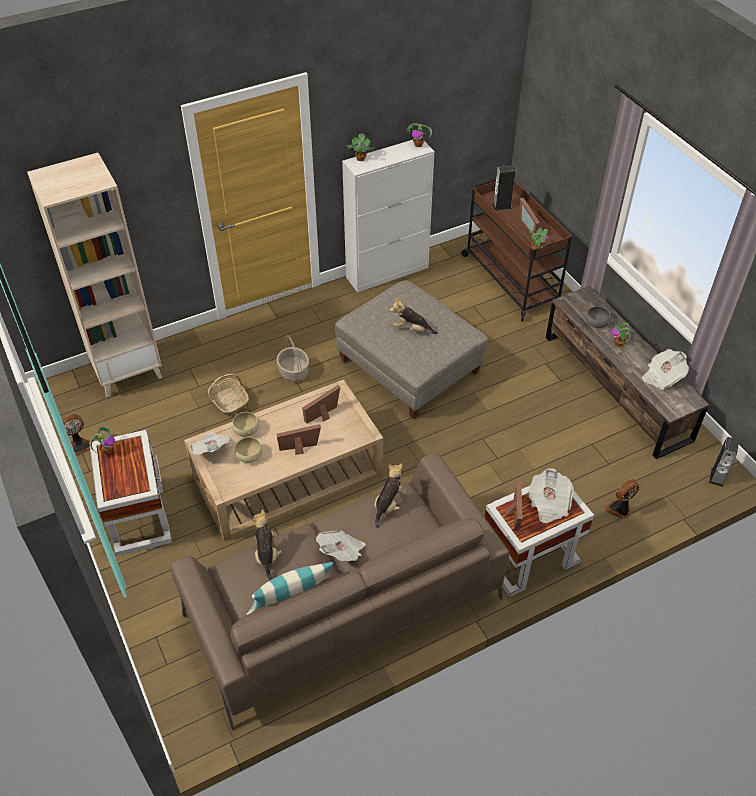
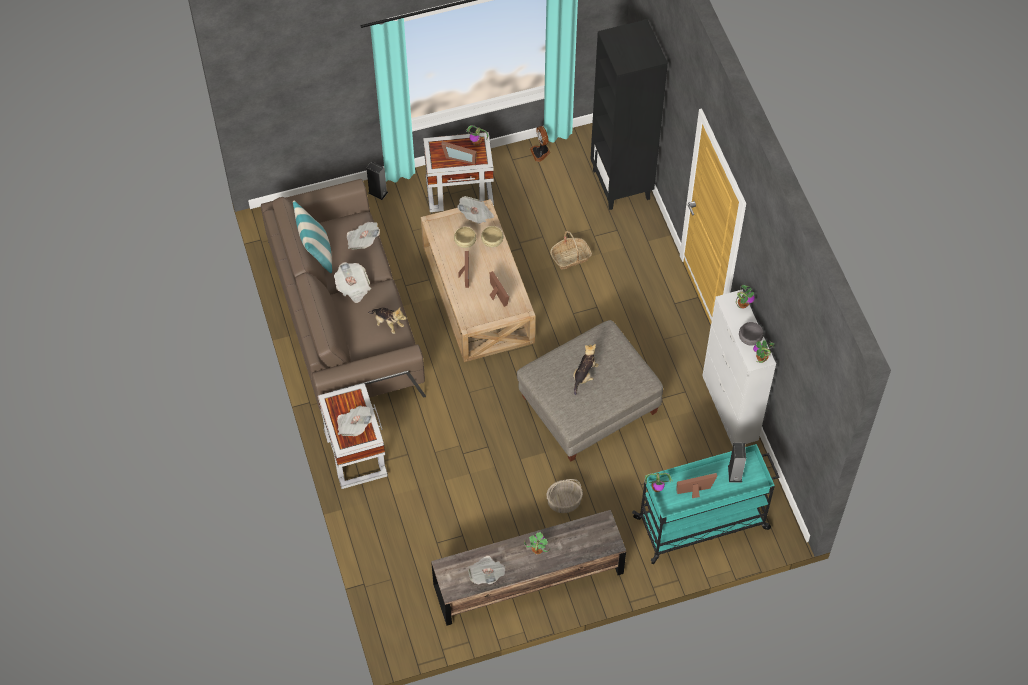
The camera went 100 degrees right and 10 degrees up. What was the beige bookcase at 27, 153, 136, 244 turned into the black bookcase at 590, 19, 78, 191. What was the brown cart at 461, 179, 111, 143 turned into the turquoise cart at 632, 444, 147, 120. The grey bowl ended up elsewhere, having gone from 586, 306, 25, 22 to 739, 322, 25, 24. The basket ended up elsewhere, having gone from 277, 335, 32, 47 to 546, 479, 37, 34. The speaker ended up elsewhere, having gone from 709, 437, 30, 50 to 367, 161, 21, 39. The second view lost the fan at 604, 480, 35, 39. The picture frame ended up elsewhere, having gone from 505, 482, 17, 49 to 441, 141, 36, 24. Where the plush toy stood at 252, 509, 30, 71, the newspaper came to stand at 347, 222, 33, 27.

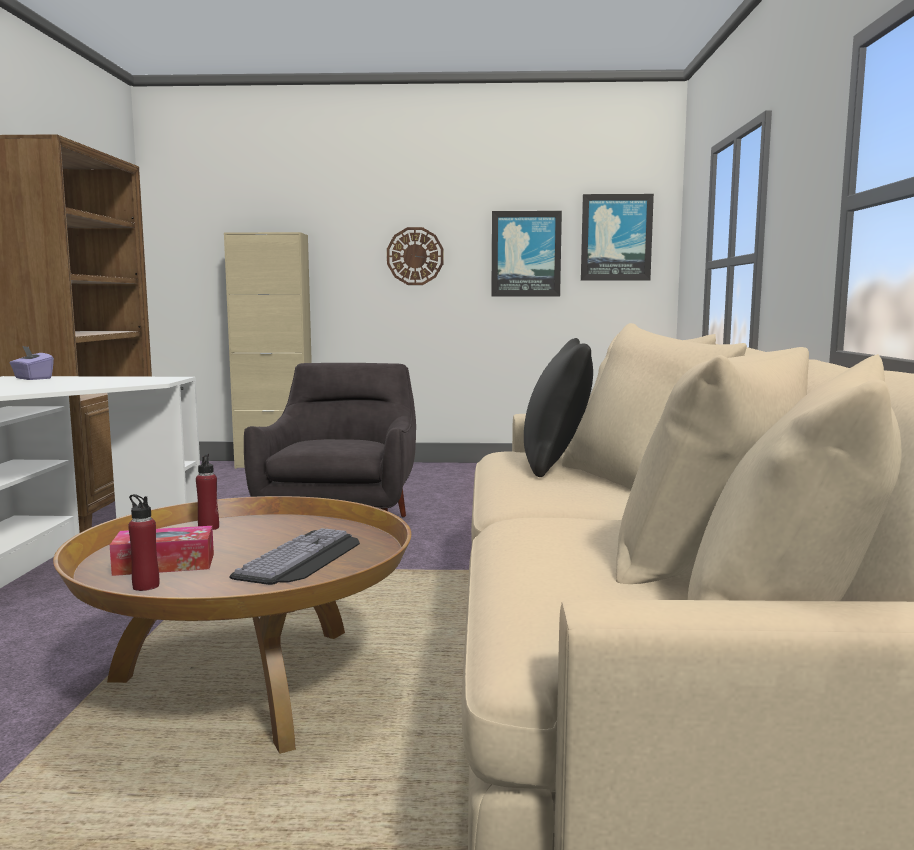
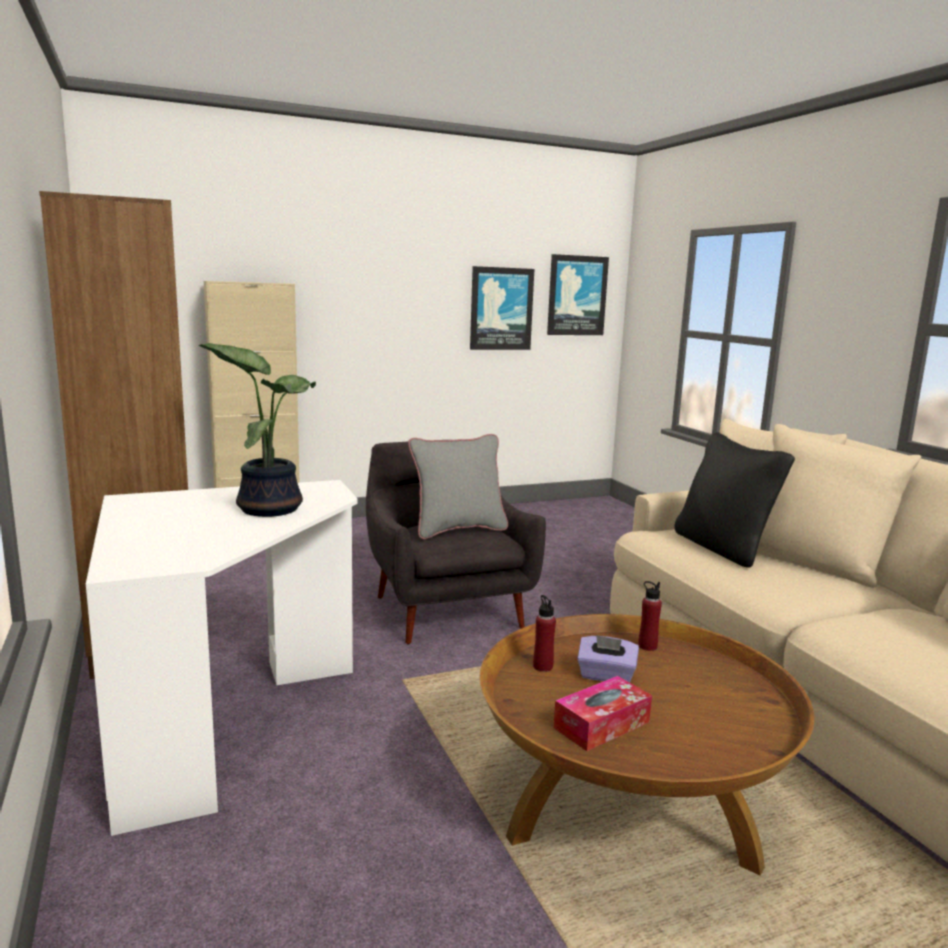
The camera went 25 degrees left and 5 degrees up. The second view lost the wall clock at 387, 227, 56, 58. The purple tissue box ended up elsewhere, having gone from 10, 346, 44, 34 to 577, 635, 62, 47. The red bottle ended up elsewhere, having gone from 128, 494, 31, 97 to 638, 581, 24, 70. The second view lost the keyboard at 229, 528, 131, 57. The second view gained the potted plant at 199, 343, 117, 174. The second view gained the grey pillow at 408, 434, 100, 105.

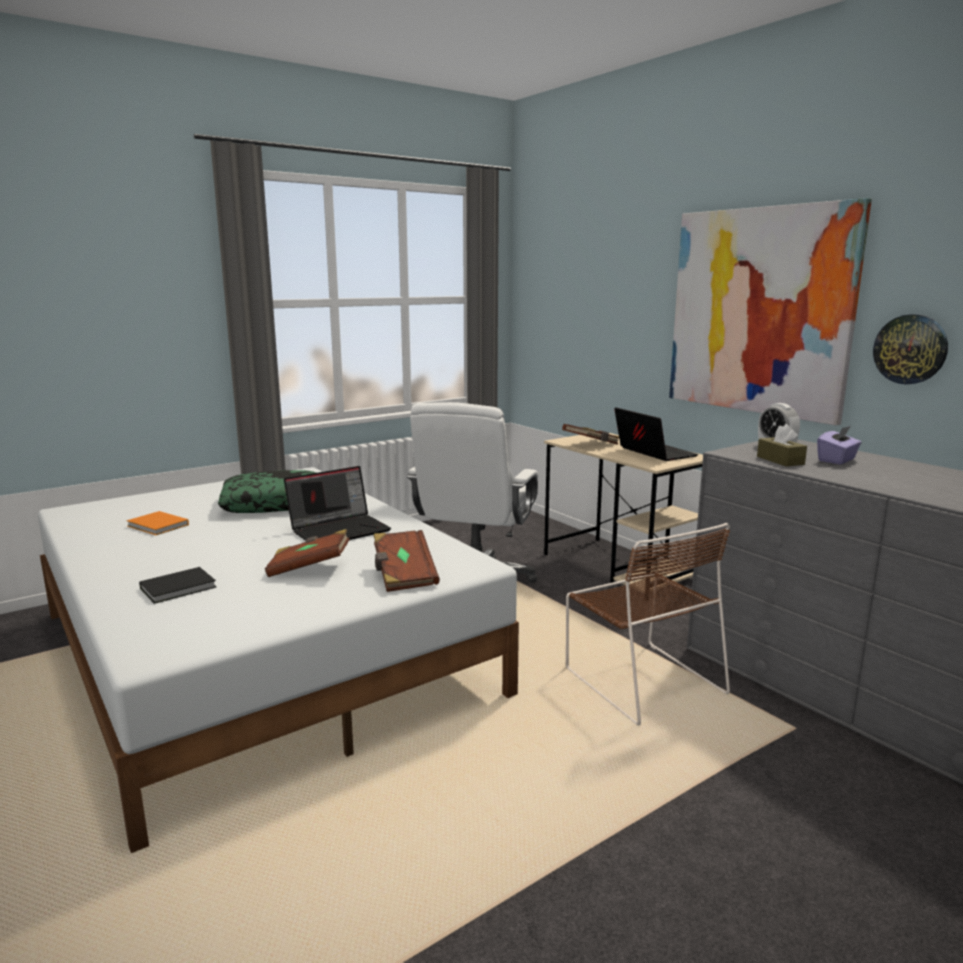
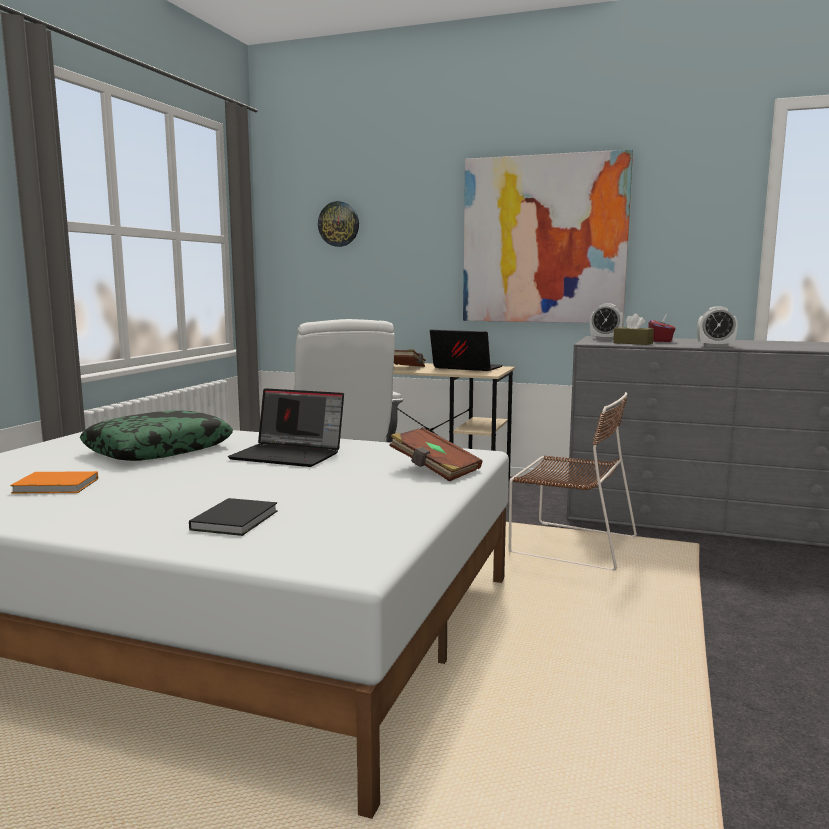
The camera went 35 degrees left and 5 degrees down. The wall clock ended up elsewhere, having gone from 873, 314, 75, 70 to 318, 201, 41, 46. What was the purple tissue box at 817, 426, 45, 38 turned into the red tissue box at 648, 314, 27, 28. The laptop at 284, 466, 107, 75 ended up facing another way, 90 degrees clockwise from before. The second view lost the brown book at 265, 529, 85, 48. The second view gained the alarm clock at 697, 306, 41, 41.

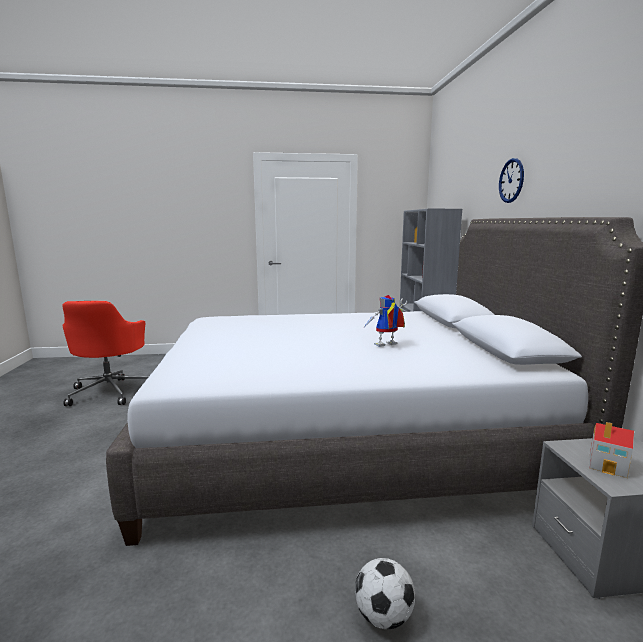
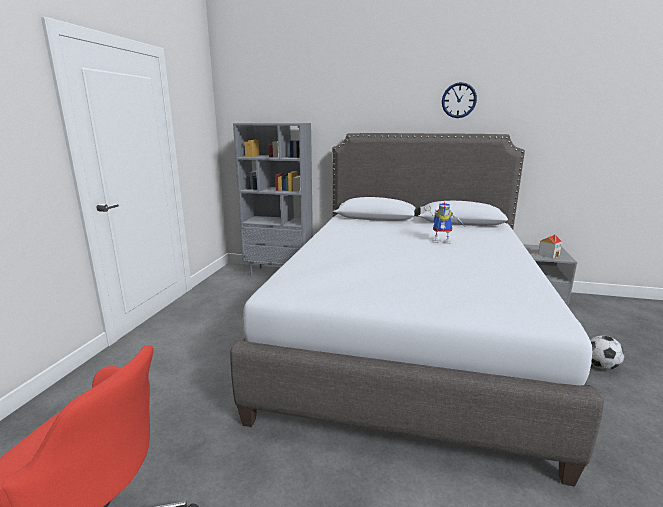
The camera went 70 degrees left and 5 degrees up. The wall clock ended up elsewhere, having gone from 499, 158, 25, 45 to 442, 82, 35, 36. The toy robot at 364, 295, 44, 52 ended up facing another way, 75 degrees counterclockwise from before.

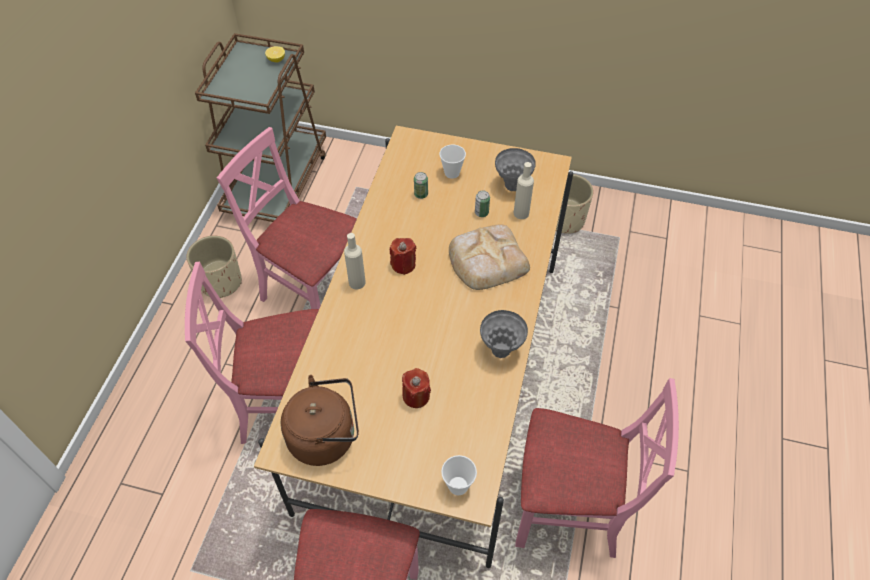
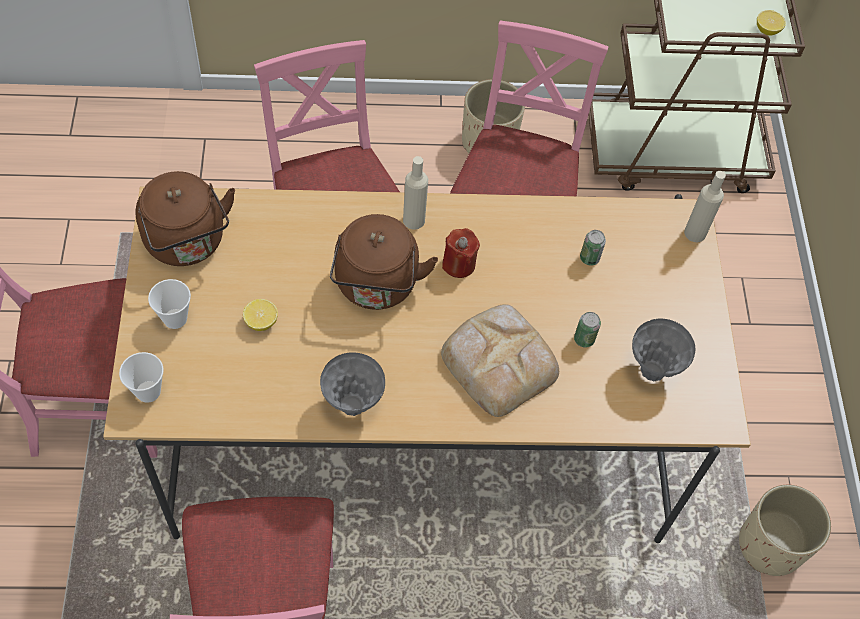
The camera went 70 degrees right and 5 degrees up. The cup ended up elsewhere, having gone from 439, 144, 27, 35 to 148, 279, 43, 50. The beige bottle ended up elsewhere, having gone from 514, 162, 20, 57 to 684, 171, 42, 71. Where the red candle stood at 402, 368, 29, 40, the lemon came to stand at 243, 299, 35, 32. The second view gained the brown kettle at 330, 214, 108, 96.

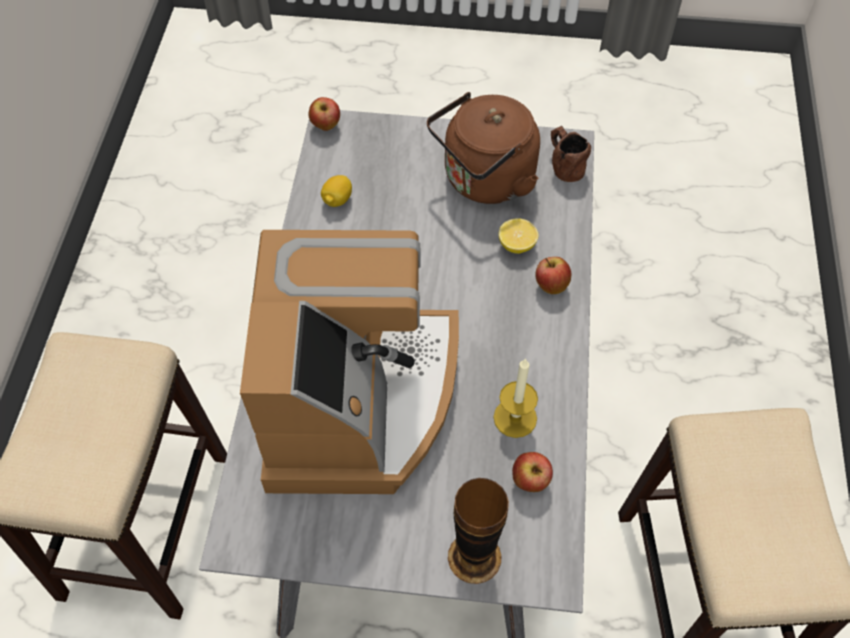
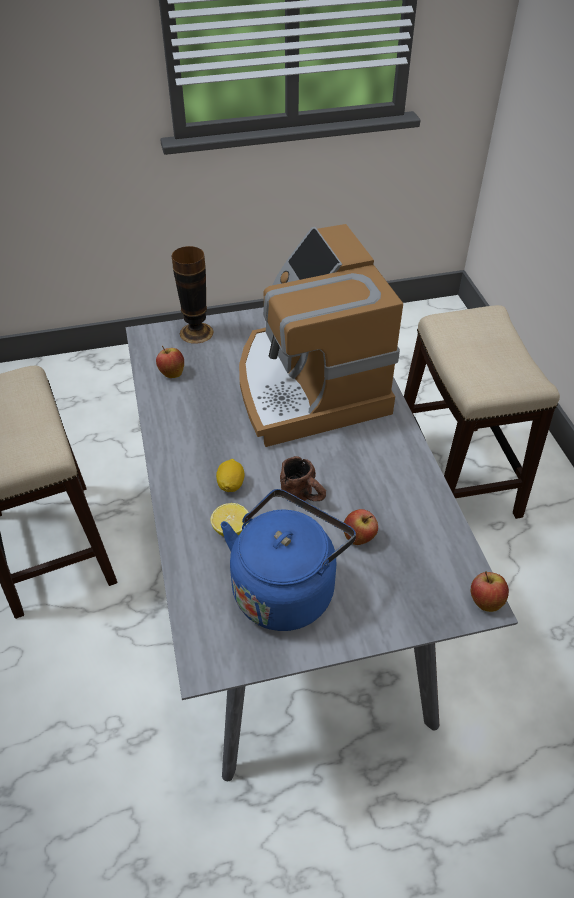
The camera went 160 degrees right and 10 degrees down. What was the brown kettle at 427, 92, 113, 112 turned into the blue kettle at 220, 489, 136, 142. The brown mug ended up elsewhere, having gone from 551, 126, 40, 56 to 280, 456, 46, 45. The lemon ended up elsewhere, having gone from 321, 175, 31, 32 to 216, 459, 28, 33. The apple ended up elsewhere, having gone from 536, 257, 35, 37 to 344, 509, 34, 36. The second view lost the candle at 494, 358, 44, 80.

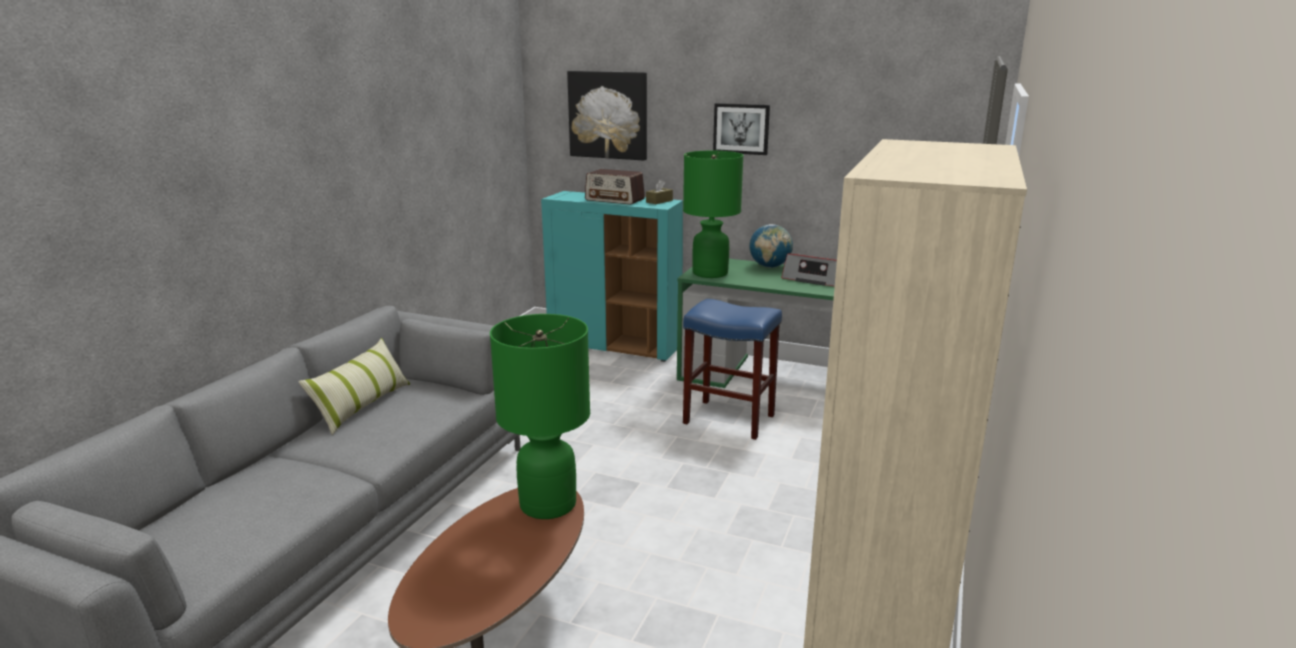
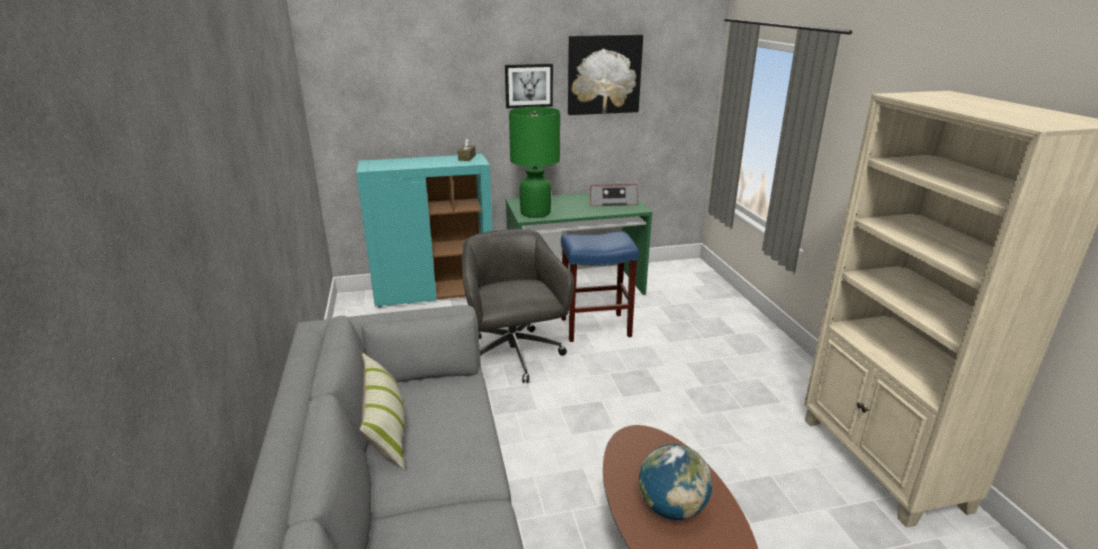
The camera went 35 degrees left and 5 degrees up. The picture ended up elsewhere, having gone from 567, 71, 80, 90 to 568, 34, 75, 81. The second view lost the radio at 585, 169, 60, 36. The globe ended up elsewhere, having gone from 749, 224, 44, 44 to 639, 444, 73, 76. The second view lost the green table lamp at 490, 314, 100, 205. The second view gained the grey office chair at 462, 229, 112, 154.

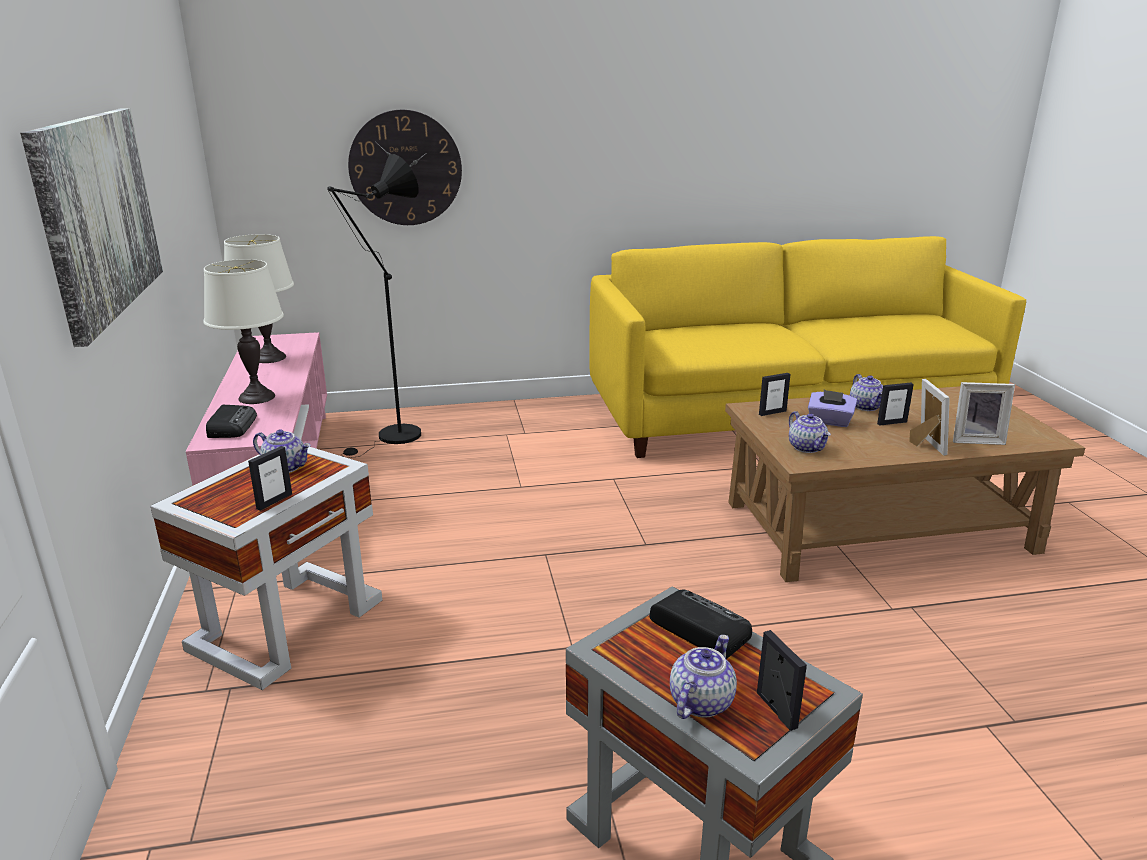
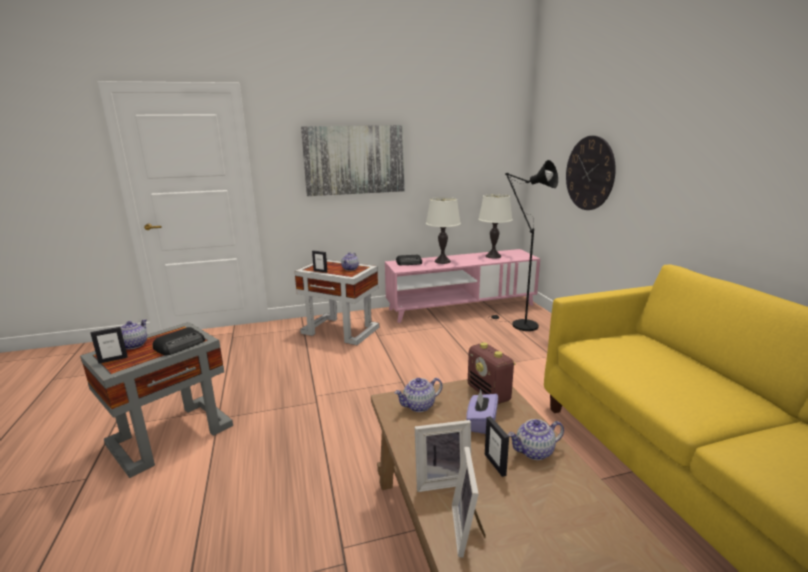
The camera went 85 degrees right and 5 degrees down. Where the picture frame stood at 759, 373, 31, 43, the radio came to stand at 468, 342, 48, 62. The teapot at 670, 635, 67, 84 ended up facing another way, 105 degrees counterclockwise from before.

